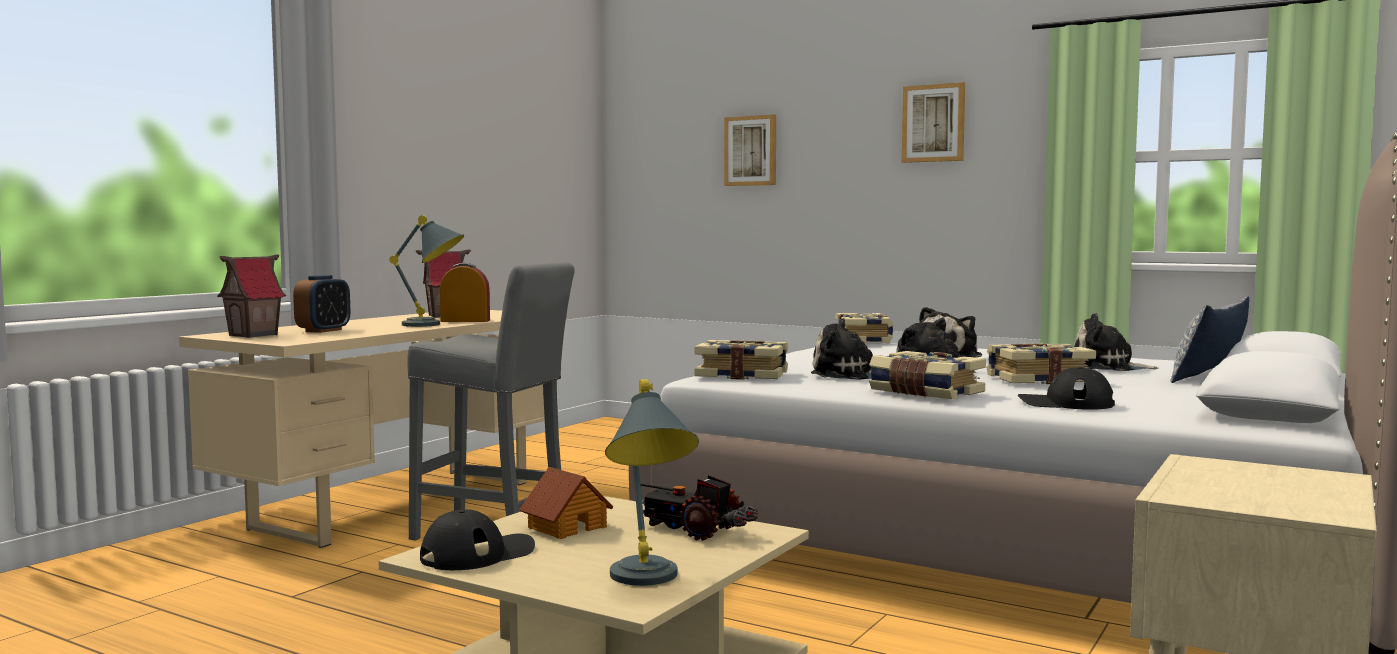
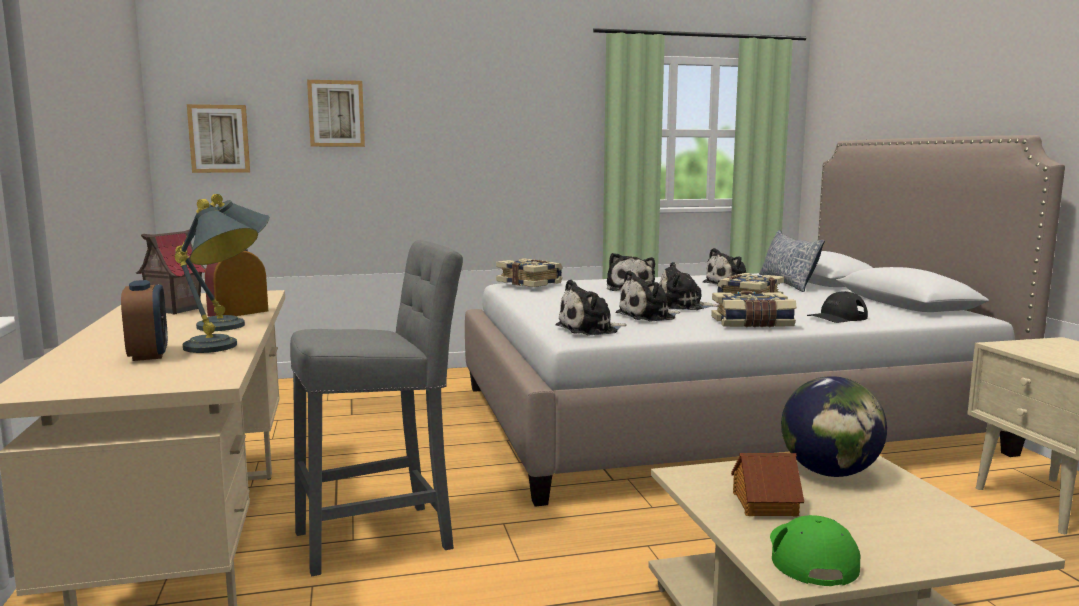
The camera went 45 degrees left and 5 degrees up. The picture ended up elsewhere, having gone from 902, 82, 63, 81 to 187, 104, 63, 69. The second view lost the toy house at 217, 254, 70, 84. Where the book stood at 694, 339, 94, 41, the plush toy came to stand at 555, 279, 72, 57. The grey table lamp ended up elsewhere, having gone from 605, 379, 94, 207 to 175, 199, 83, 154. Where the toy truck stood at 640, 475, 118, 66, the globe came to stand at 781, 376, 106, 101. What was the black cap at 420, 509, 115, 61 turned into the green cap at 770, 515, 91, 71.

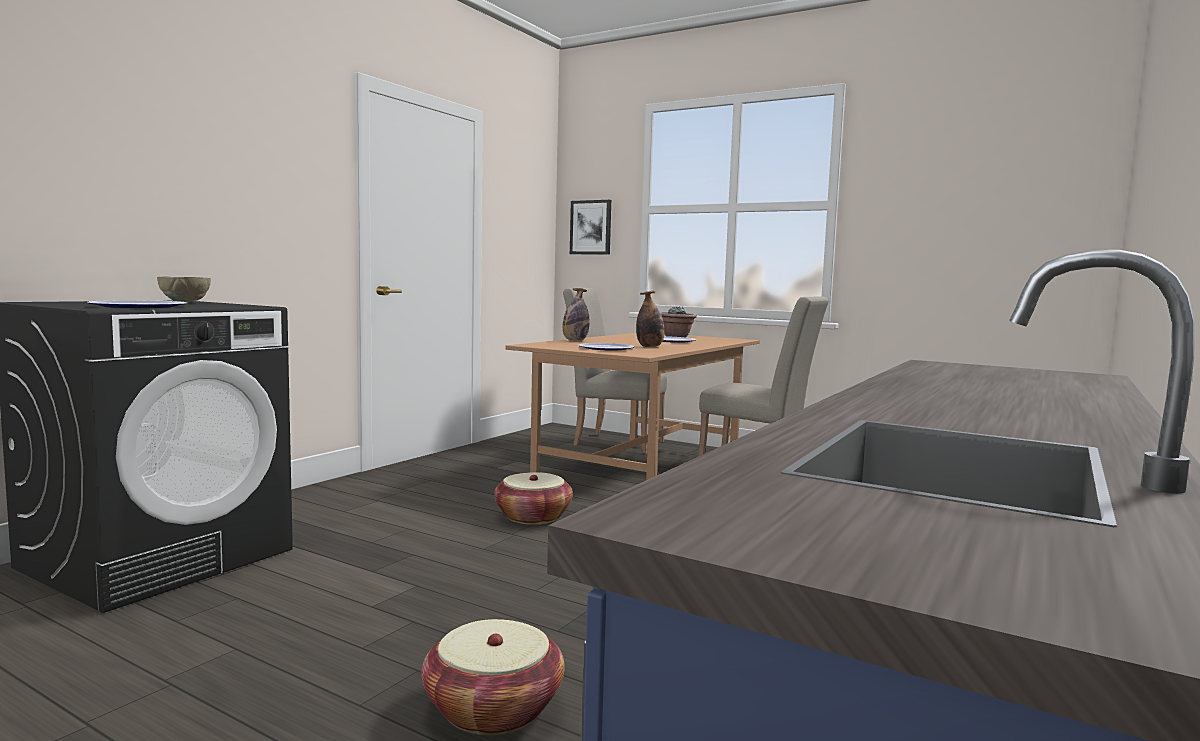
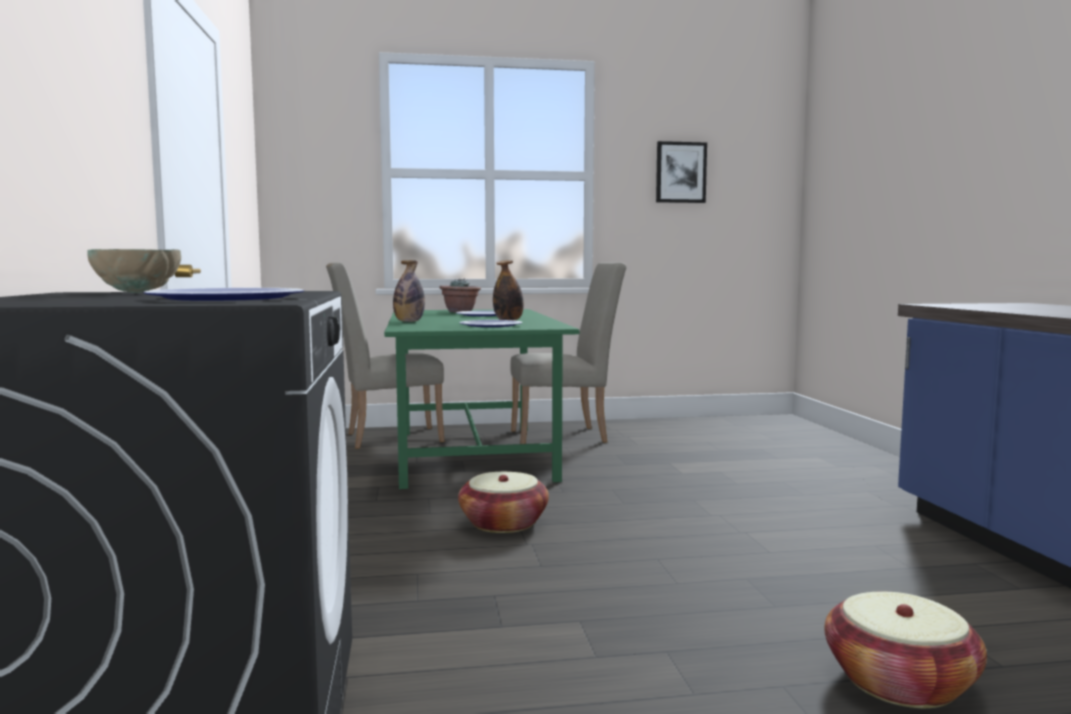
The camera went 40 degrees left and 0 degrees up. The picture ended up elsewhere, having gone from 570, 200, 41, 55 to 656, 141, 51, 62. What was the brown dining table at 505, 333, 255, 147 turned into the green dining table at 384, 309, 196, 180.

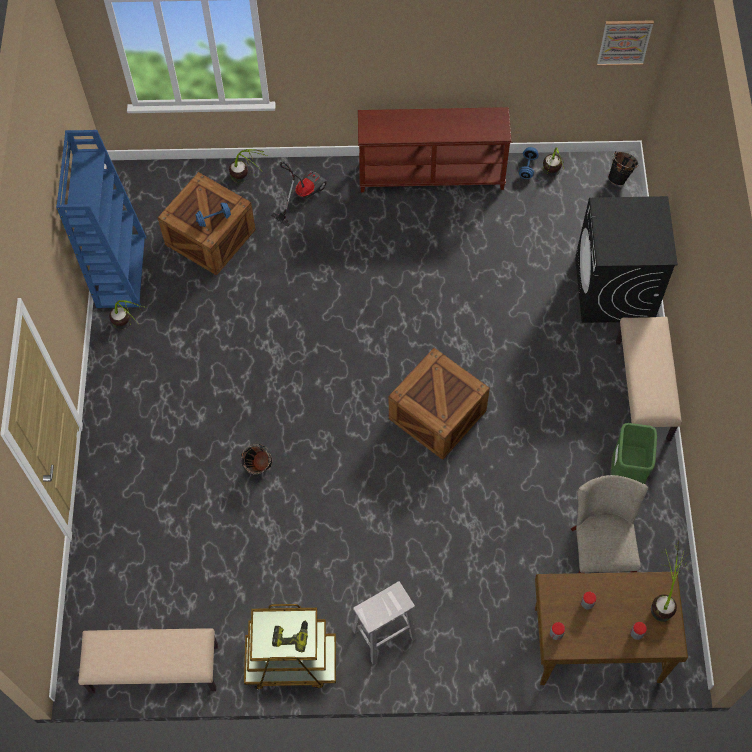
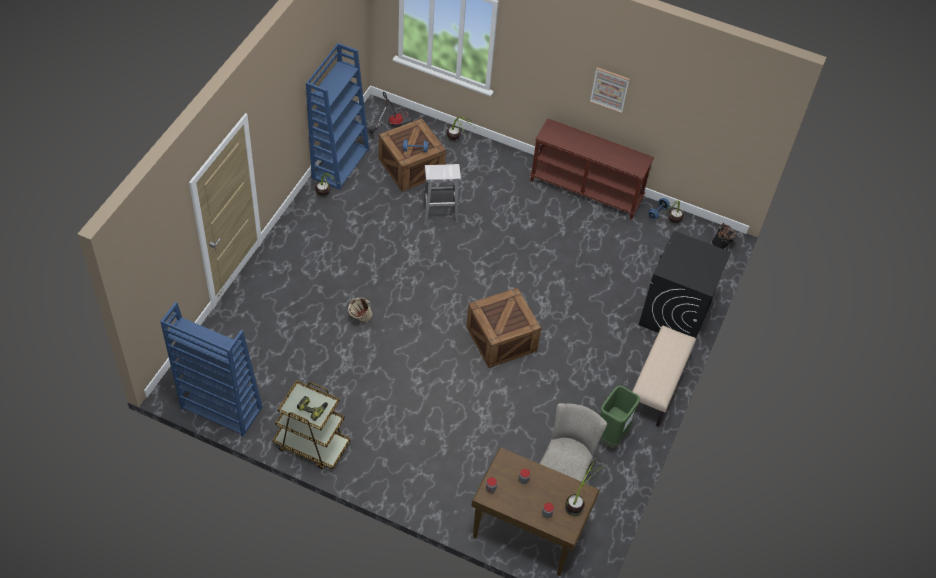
The camera went 20 degrees right and 10 degrees down. The picture ended up elsewhere, having gone from 597, 20, 57, 46 to 590, 67, 40, 46. The vacuum cleaner ended up elsewhere, having gone from 271, 162, 56, 65 to 367, 92, 46, 47. What was the black bucket at 241, 444, 31, 30 turned into the beige bucket at 348, 297, 25, 25. The white stool ended up elsewhere, having gone from 352, 581, 65, 83 to 423, 164, 38, 60. Where the beige bench stood at 78, 628, 140, 65, the blue bookcase came to stand at 160, 302, 102, 134.

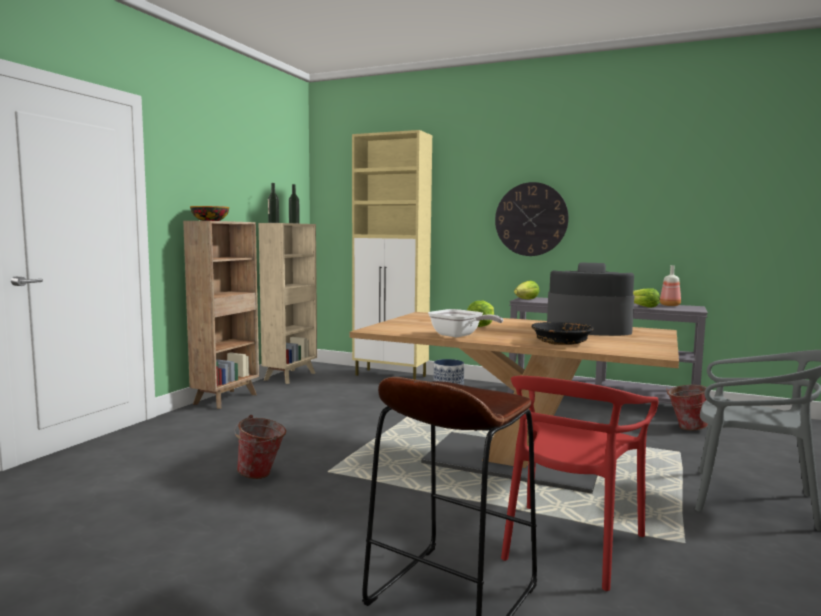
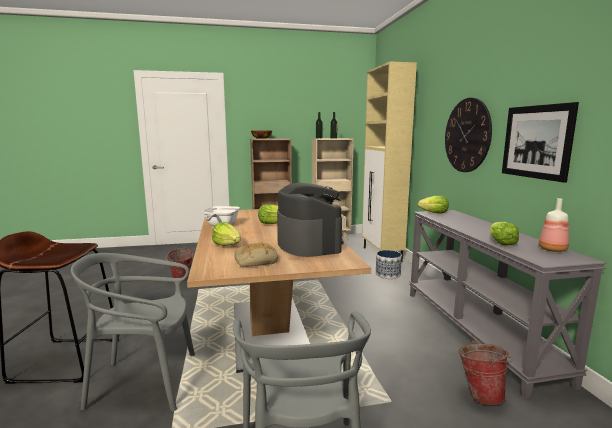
The camera went 55 degrees right and 5 degrees up. Where the black bowl stood at 531, 322, 63, 23, the lettuce came to stand at 212, 222, 29, 24. What was the red chair at 501, 376, 157, 215 turned into the grey chair at 71, 253, 124, 158. The second view gained the picture at 502, 102, 77, 81. The second view gained the bread at 235, 242, 43, 25.

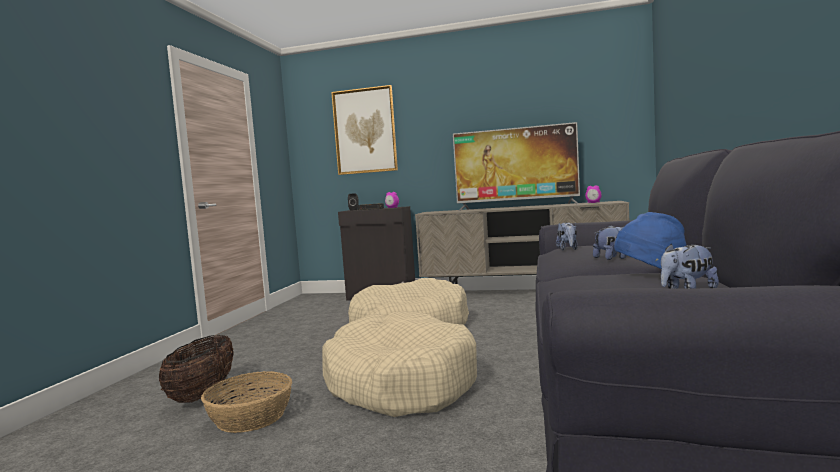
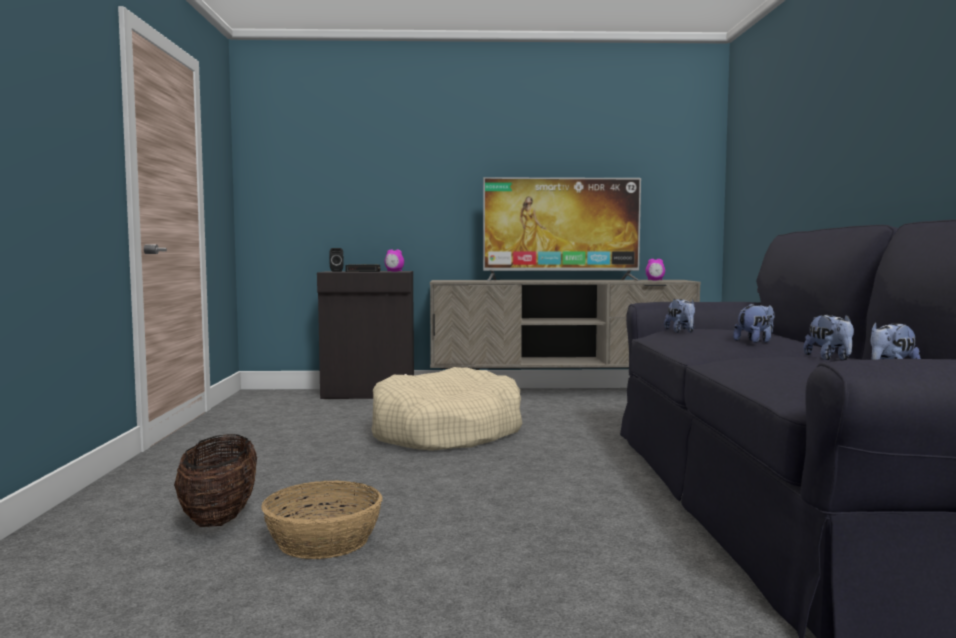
The camera went 15 degrees left and 0 degrees up. The second view lost the picture at 331, 85, 67, 90. Where the blue hat stood at 614, 212, 72, 57, the plush toy came to stand at 803, 314, 51, 46. The second view lost the beige dog bed at 322, 312, 155, 105.

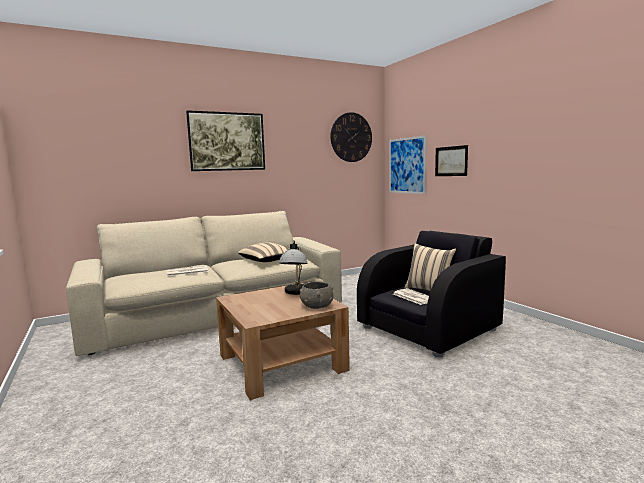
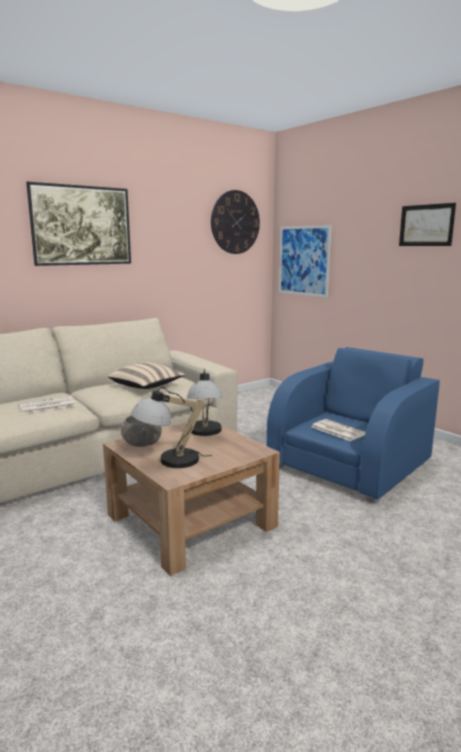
The camera went 10 degrees left and 5 degrees up. The picture ended up elsewhere, having gone from 435, 145, 33, 31 to 399, 203, 57, 43. What was the black armchair at 357, 231, 149, 126 turned into the blue armchair at 267, 347, 173, 156. The second view lost the beige pillow at 404, 243, 52, 48. The grey bowl ended up elsewhere, having gone from 300, 282, 33, 27 to 121, 416, 41, 31. The second view gained the table lamp at 131, 387, 81, 81.

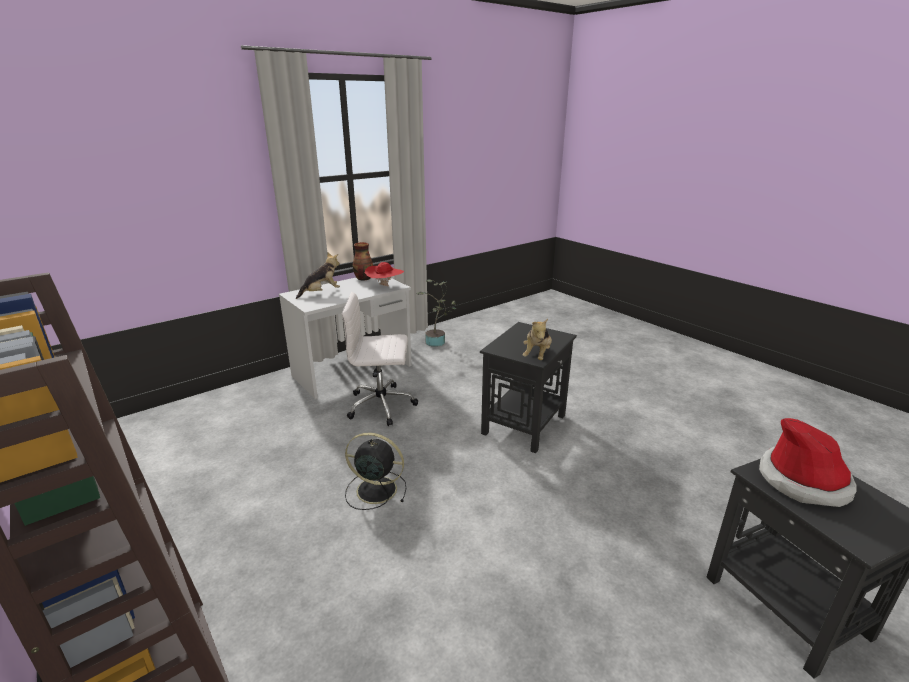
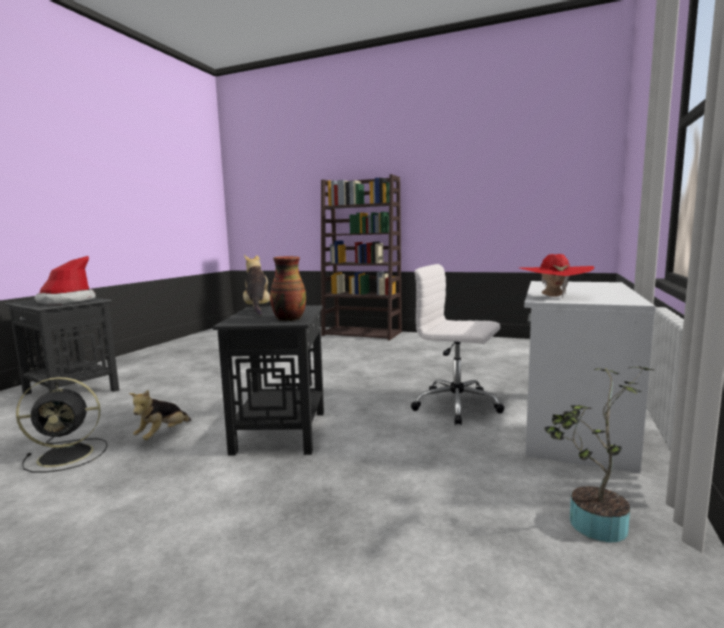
The camera went 150 degrees right and 15 degrees down. The vase ended up elsewhere, having gone from 353, 242, 20, 38 to 270, 256, 36, 65. The plush toy ended up elsewhere, having gone from 296, 253, 44, 46 to 129, 390, 62, 50. The white office chair at 342, 292, 76, 134 ended up facing another way, 120 degrees counterclockwise from before. The black fan ended up elsewhere, having gone from 345, 433, 61, 77 to 16, 377, 91, 96.

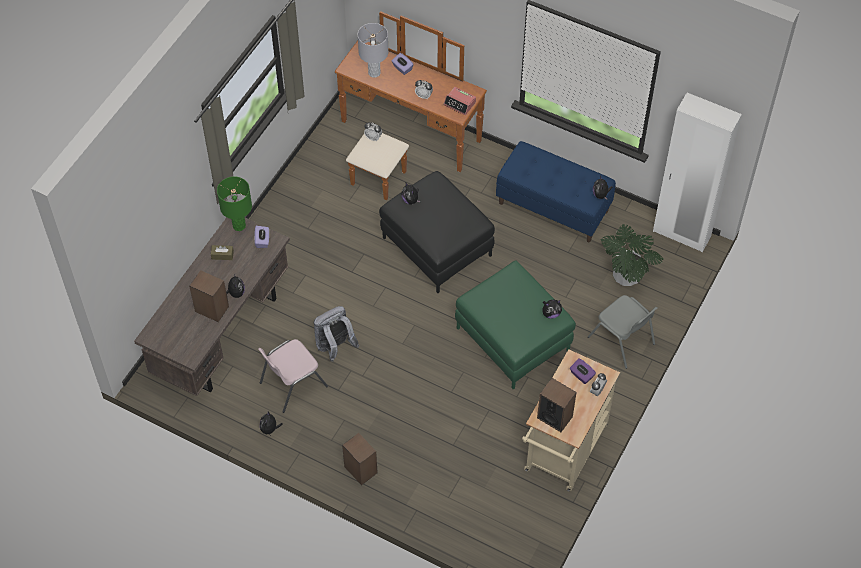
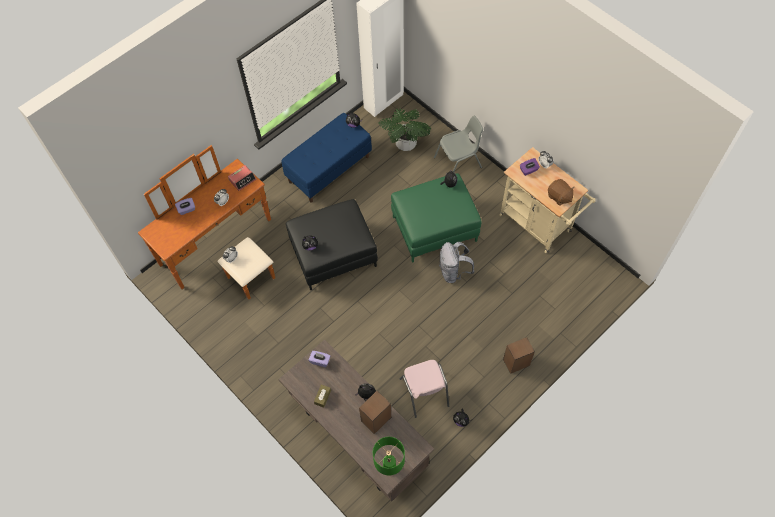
The camera went 70 degrees left and 5 degrees up. The second view lost the grey table lamp at 358, 23, 30, 55. The green table lamp ended up elsewhere, having gone from 217, 176, 35, 55 to 373, 437, 32, 38. The grey backpack ended up elsewhere, having gone from 314, 306, 46, 56 to 439, 242, 35, 41. Where the speaker stood at 537, 378, 40, 54, the brown plush toy came to stand at 548, 179, 26, 27.

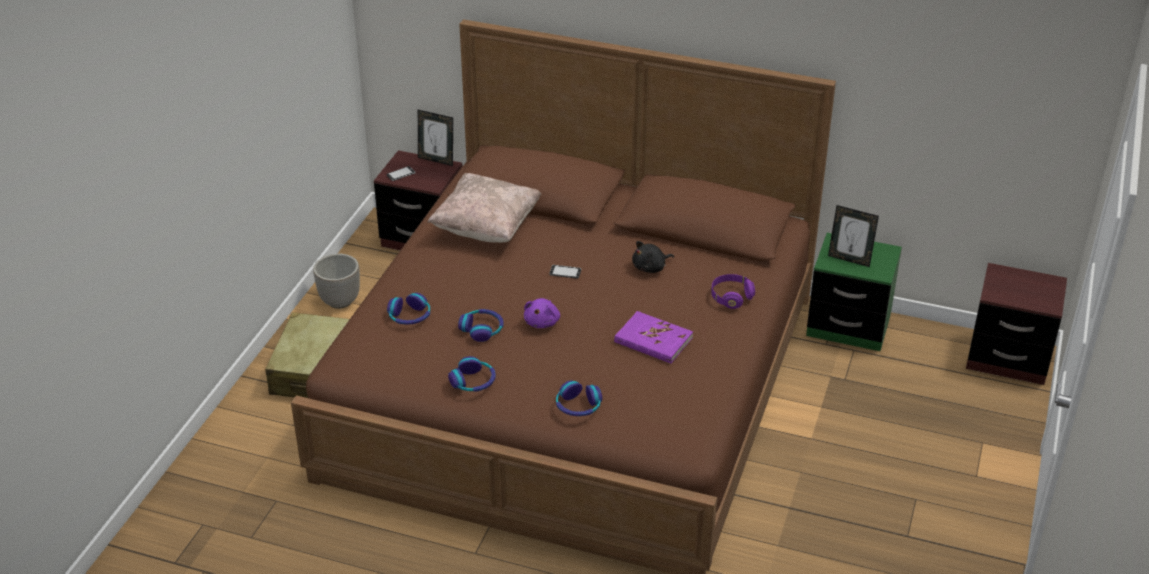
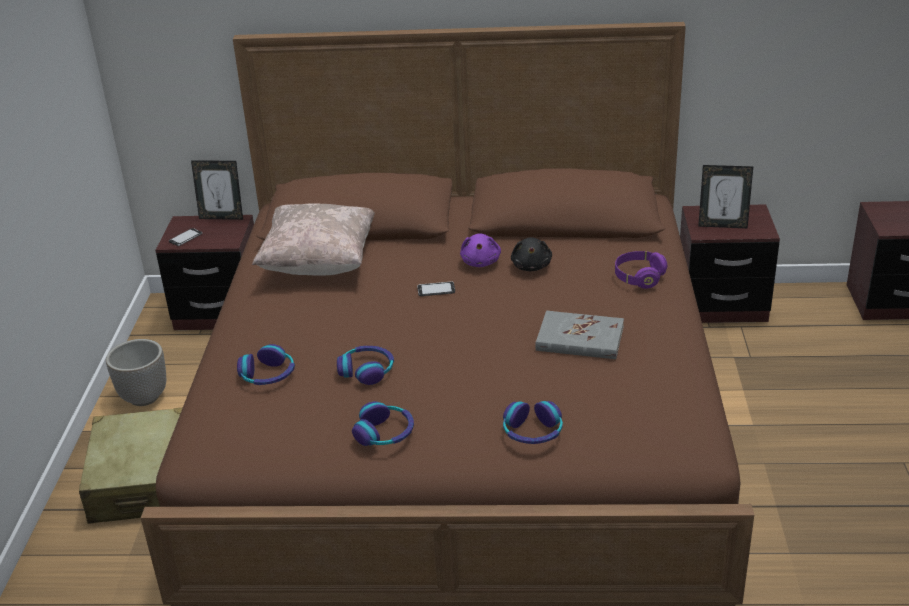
The camera went 15 degrees left and 5 degrees down. What was the green nightstand at 806, 233, 96, 118 turned into the brown nightstand at 680, 204, 100, 119. The black plush toy at 632, 241, 42, 32 ended up facing another way, 45 degrees counterclockwise from before. The purple plush toy ended up elsewhere, having gone from 524, 298, 36, 30 to 460, 233, 41, 34. What was the purple book at 614, 311, 79, 52 turned into the grey book at 535, 311, 89, 48.

